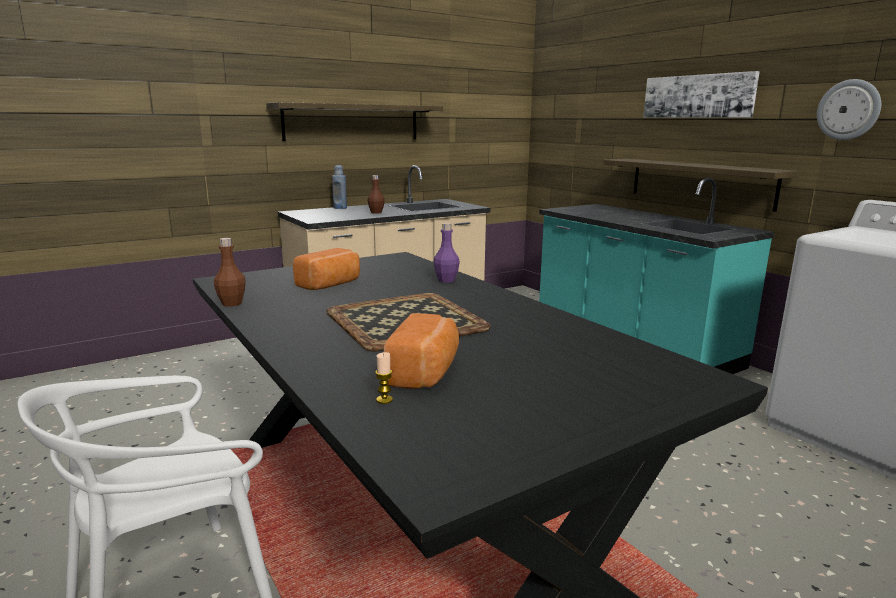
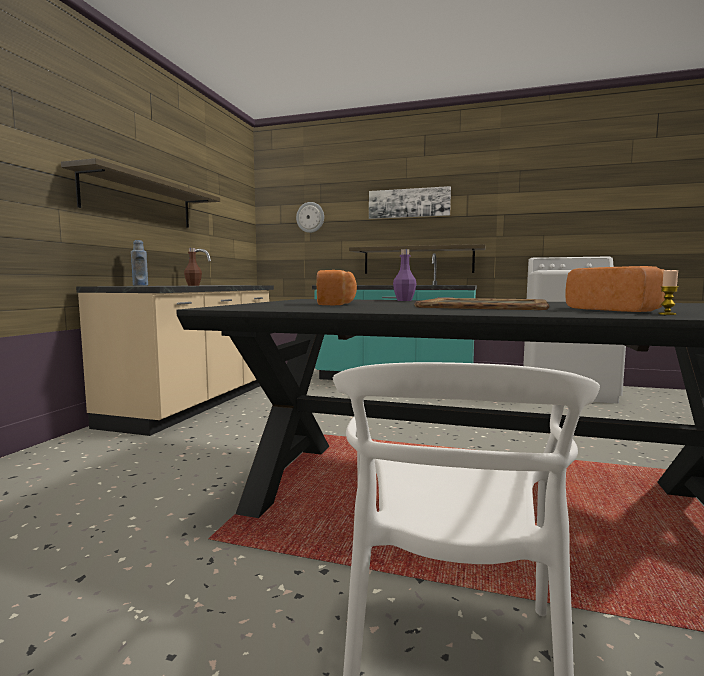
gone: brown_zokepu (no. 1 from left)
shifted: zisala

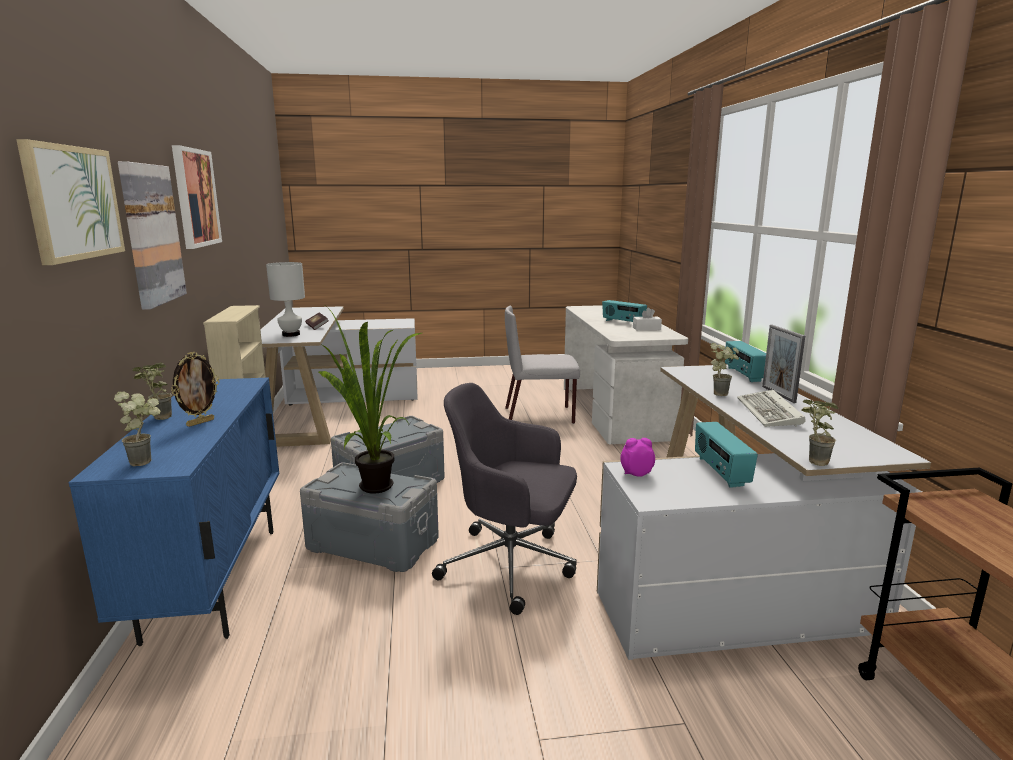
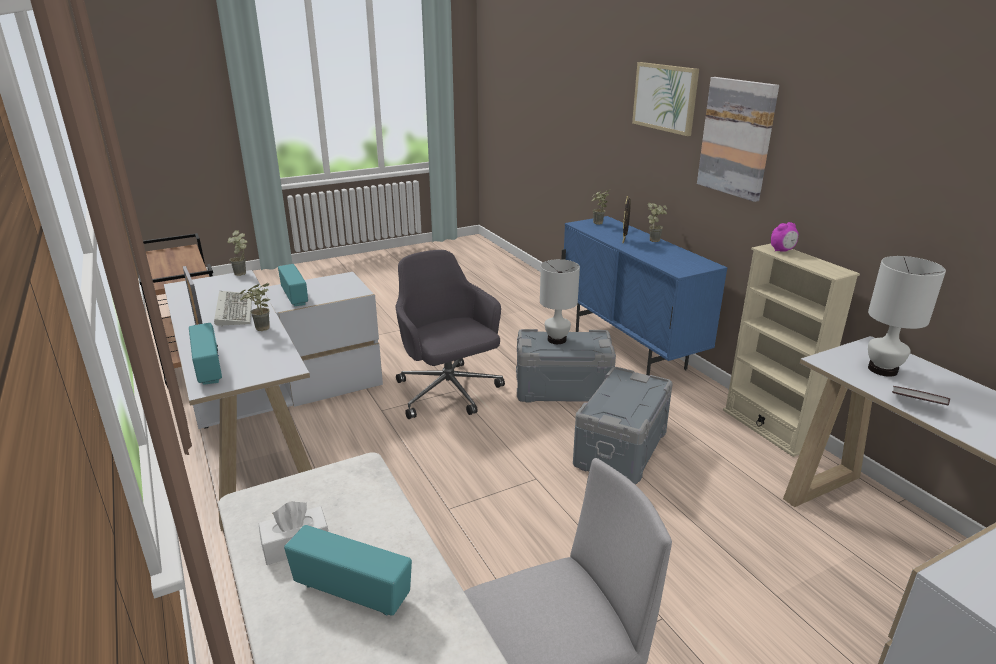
gone: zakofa (no. 3 from left)
shifted: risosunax
swapped: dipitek (no. 3 from left) to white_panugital (no. 1 from left)
rotated: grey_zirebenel 120 degrees counterclockwise

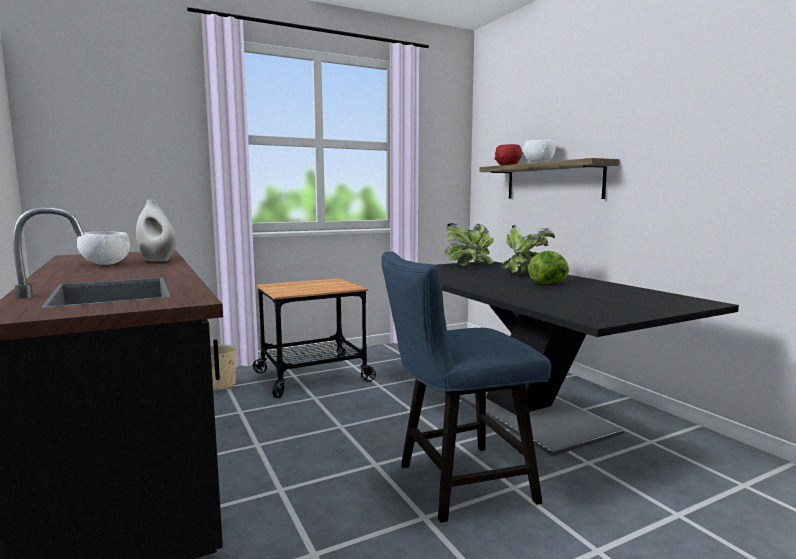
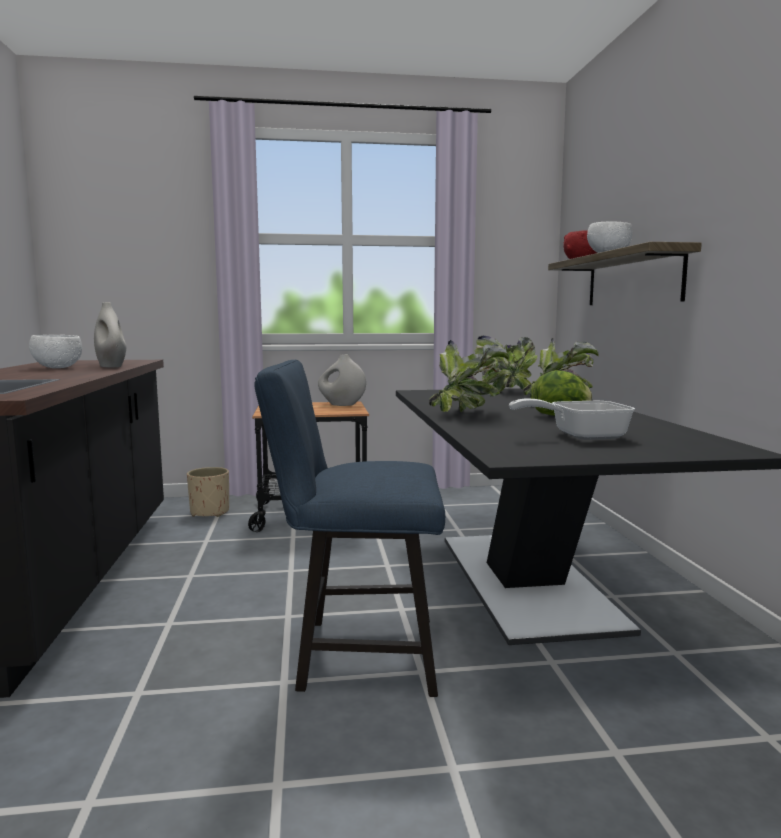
new: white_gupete (no. 2 from left); dipitek (no. 1 from left); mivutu

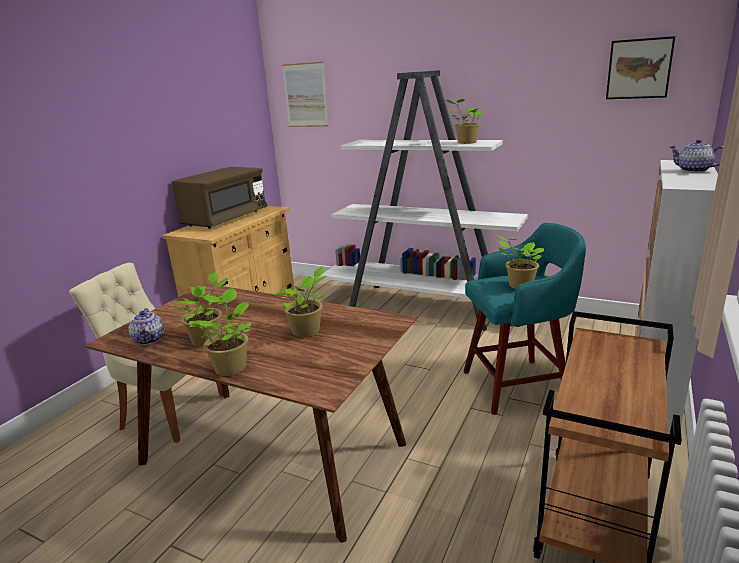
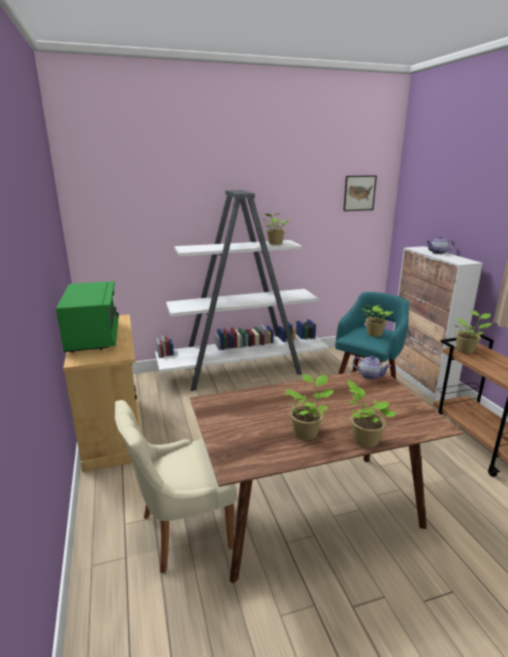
gone: zakofa (no. 1 from left)
shifted: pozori (no. 1 from left); dipitek (no. 3 from left in the first image) to dipitek (no. 5 from left)
repainted: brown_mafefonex to green_mafefonex

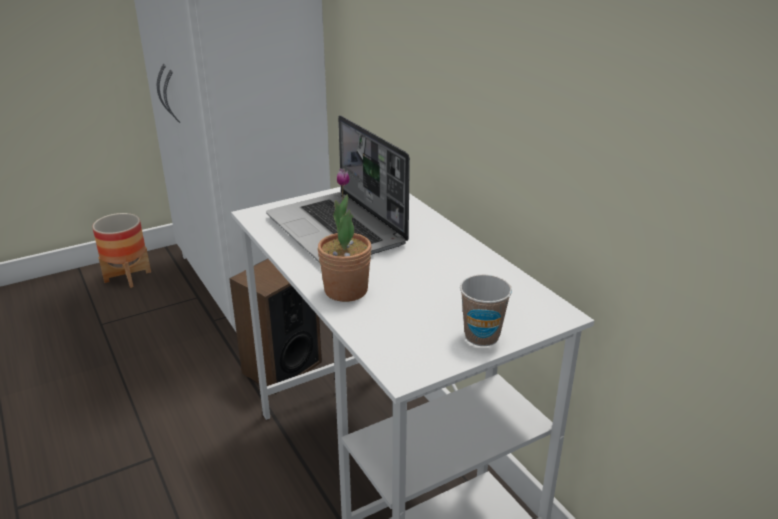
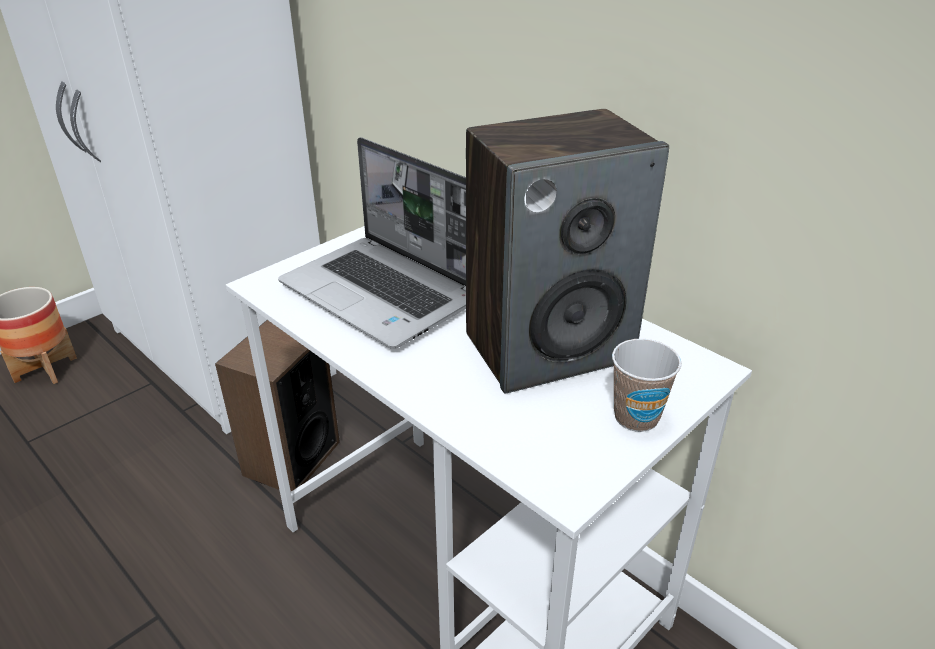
gone: dipitek
new: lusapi (no. 2 from left)

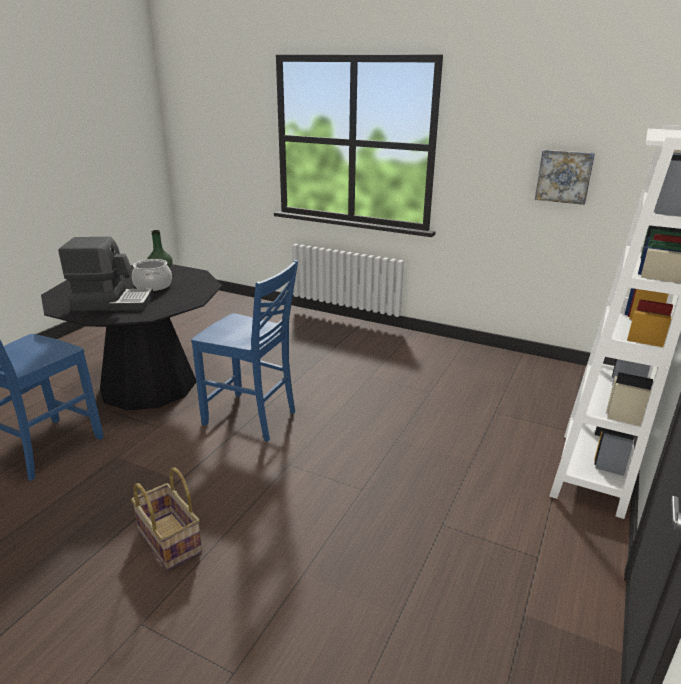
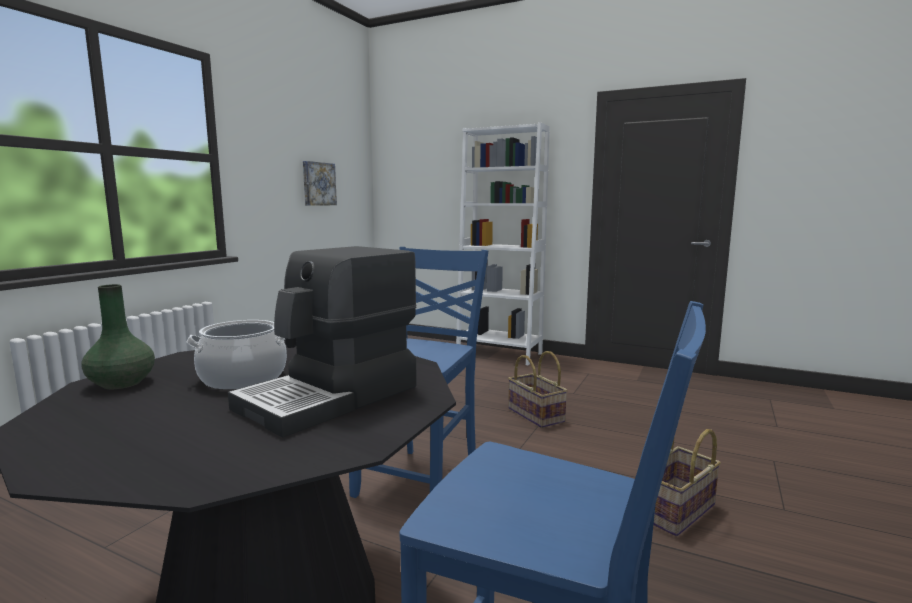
new: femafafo (no. 1 from left)
rotated: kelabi 135 degrees counterclockwise

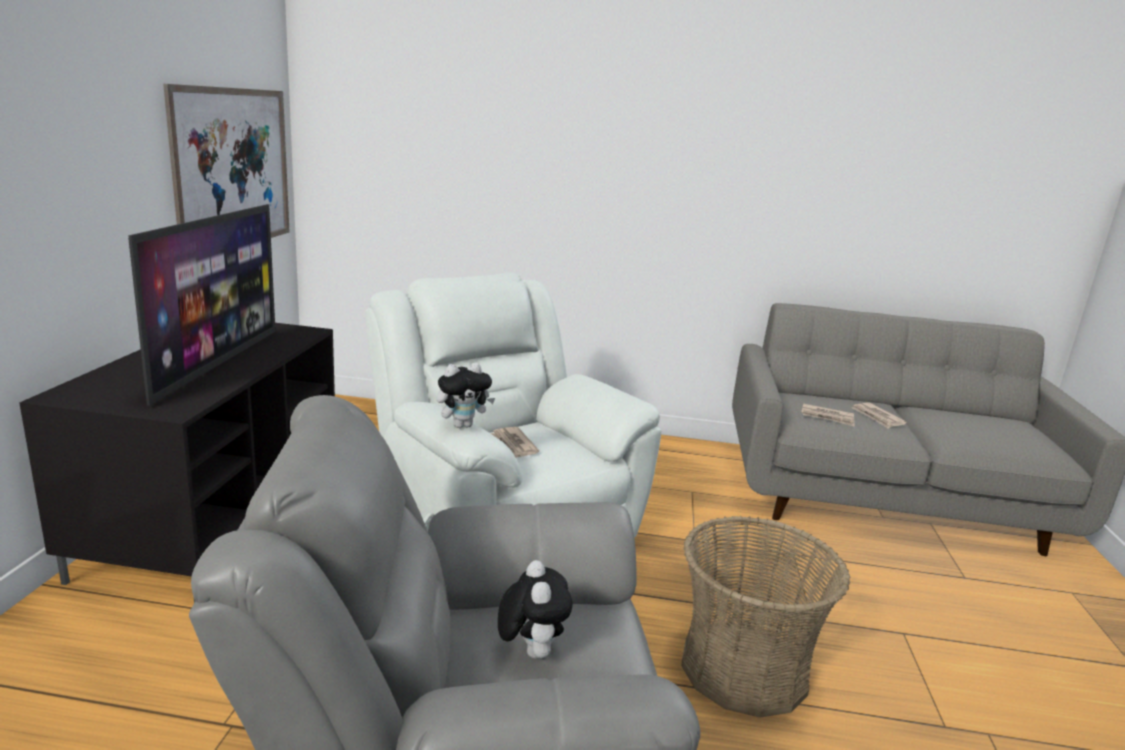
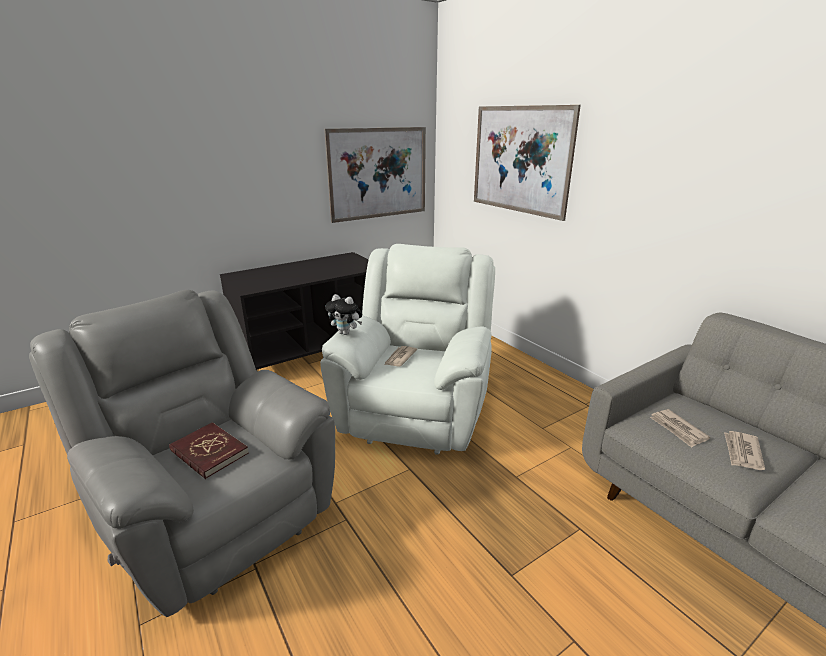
gone: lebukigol; femafafo
new: zakofa (no. 2 from left)
swapped: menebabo (no. 2 from left) to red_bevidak

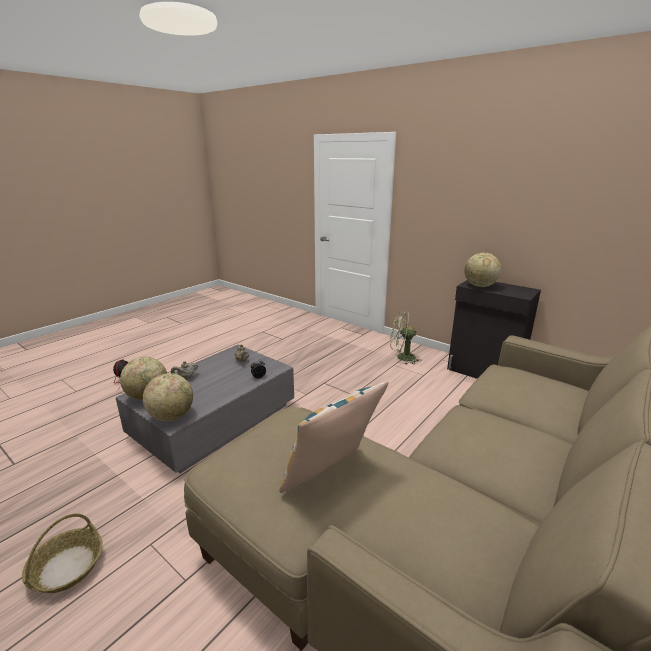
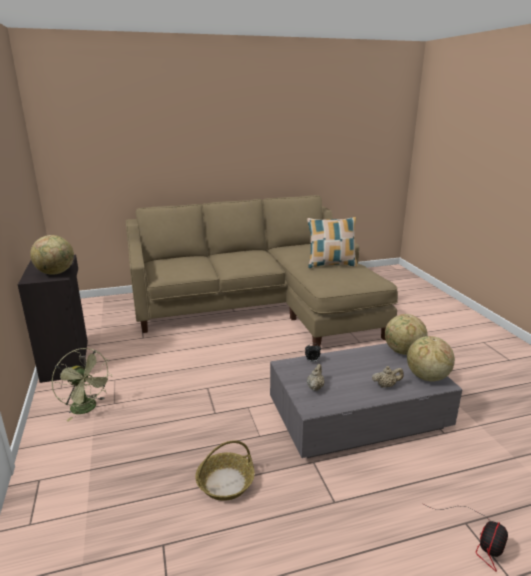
shifted: femafafo

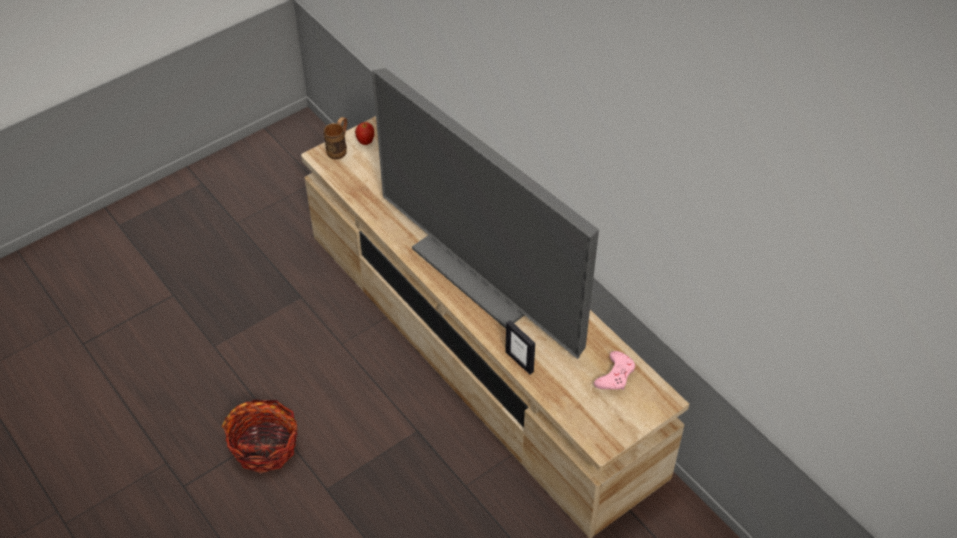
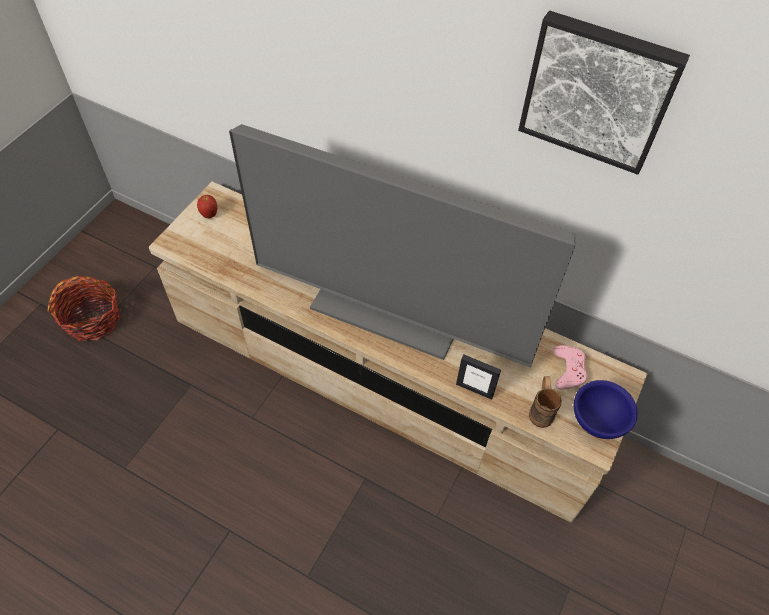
new: zakofa; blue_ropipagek
shifted: femafafo; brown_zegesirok

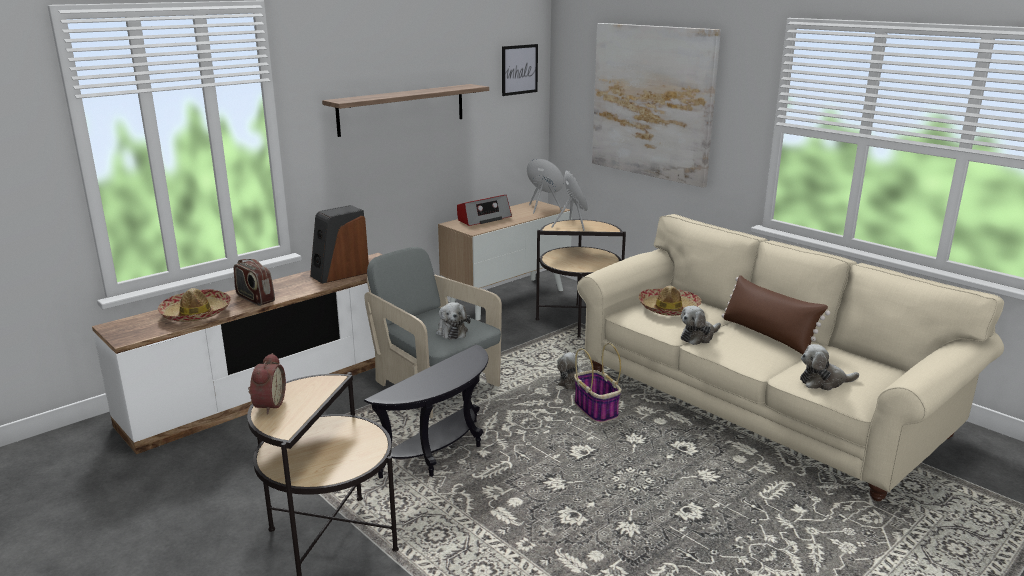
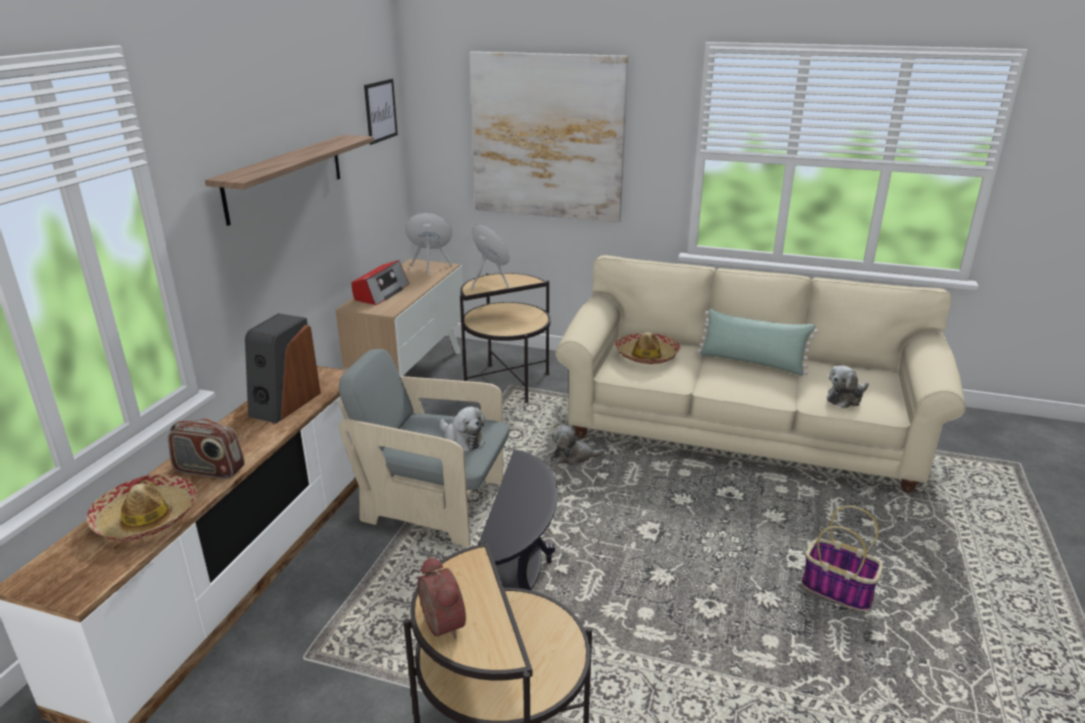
gone: menebabo (no. 3 from left)
shifted: femafafo
repainted: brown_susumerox to green_susumerox

